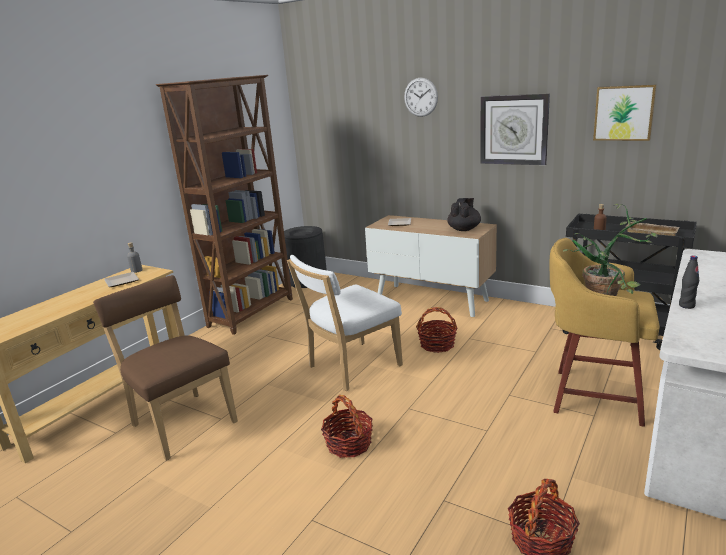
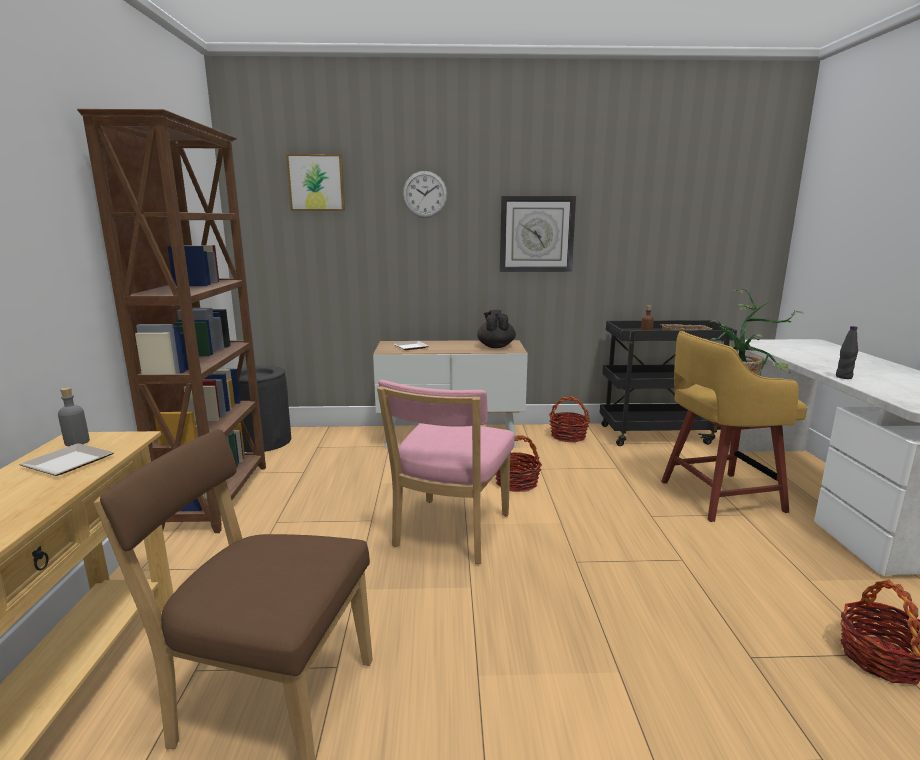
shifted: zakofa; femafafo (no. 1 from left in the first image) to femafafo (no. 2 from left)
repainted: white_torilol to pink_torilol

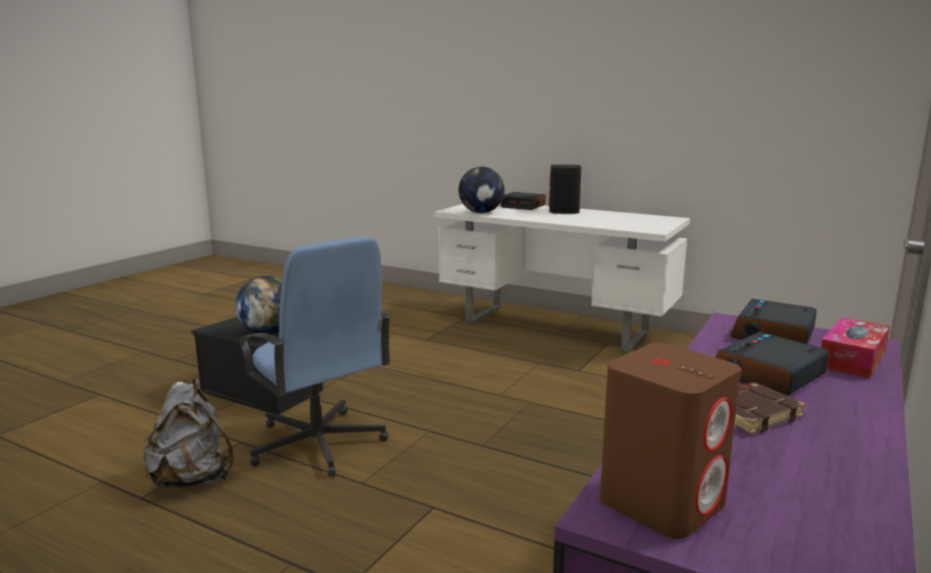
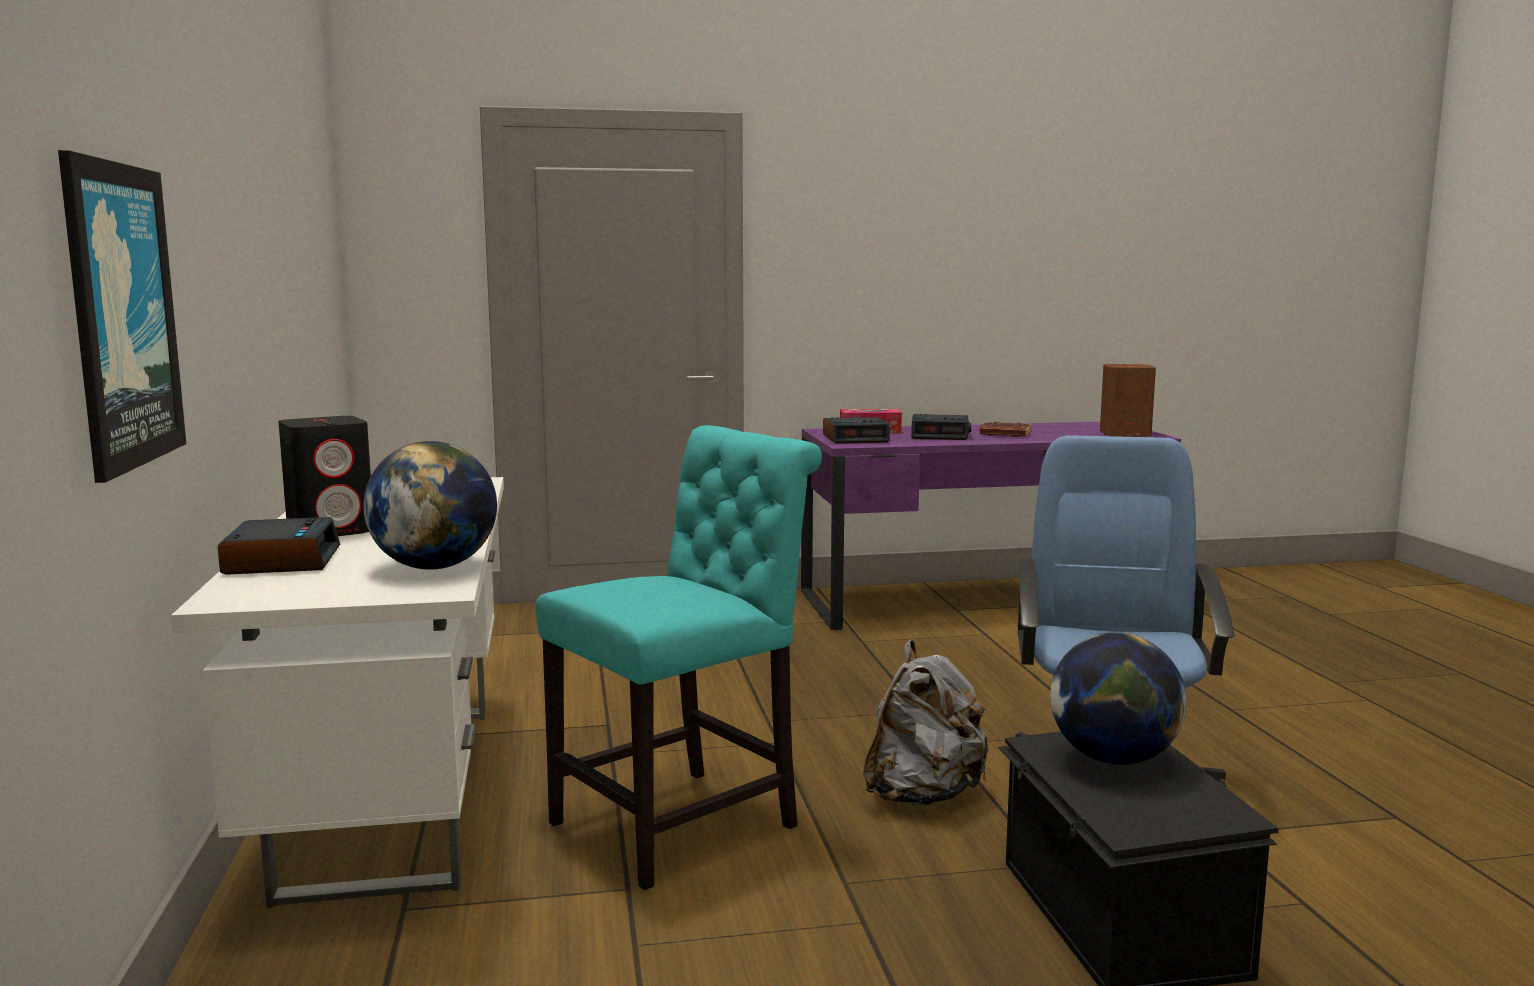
new: zakofa; turquoise_torilol
shifted: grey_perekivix

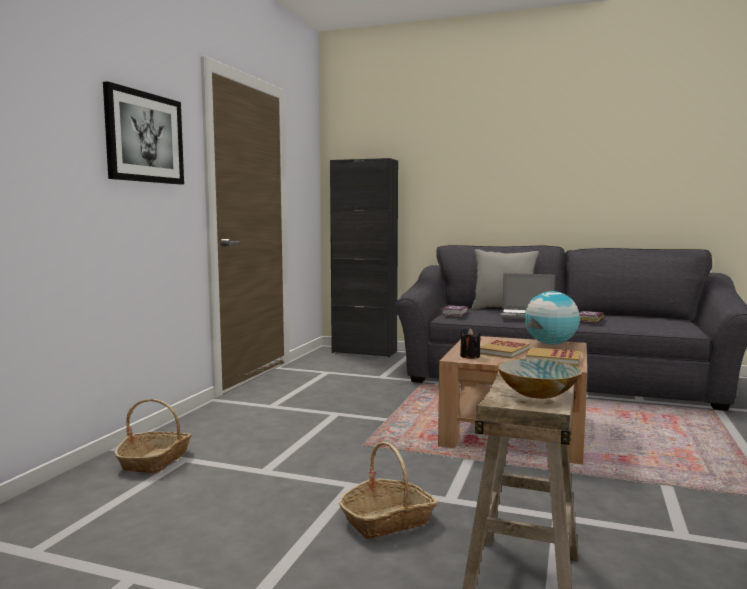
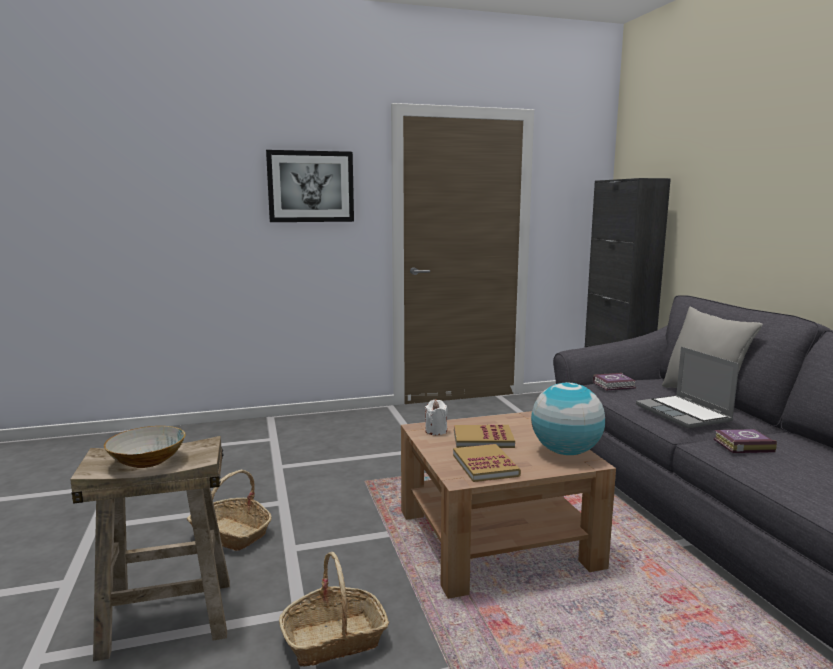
shifted: femafafo (no. 1 from left in the first image) to femafafo (no. 2 from left)
repainted: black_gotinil to white_gotinil

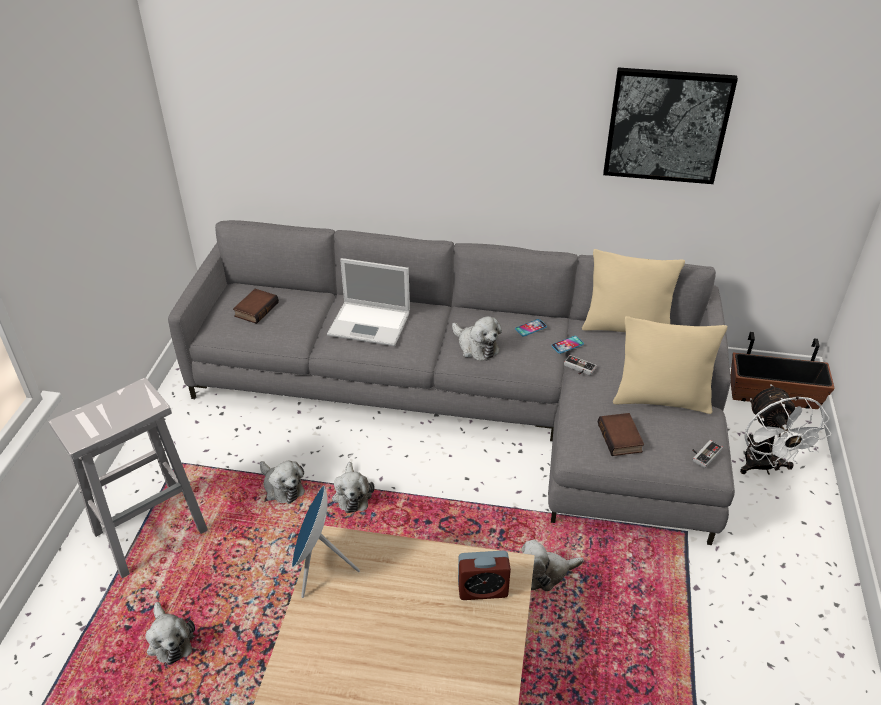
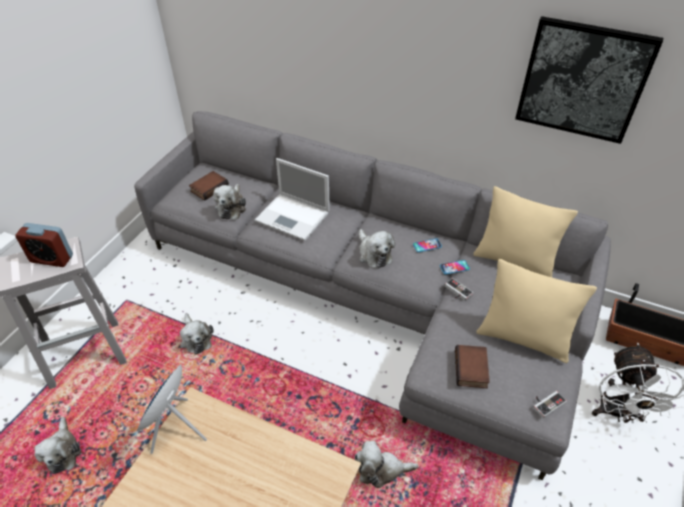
shifted: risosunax; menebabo (no. 3 from left)

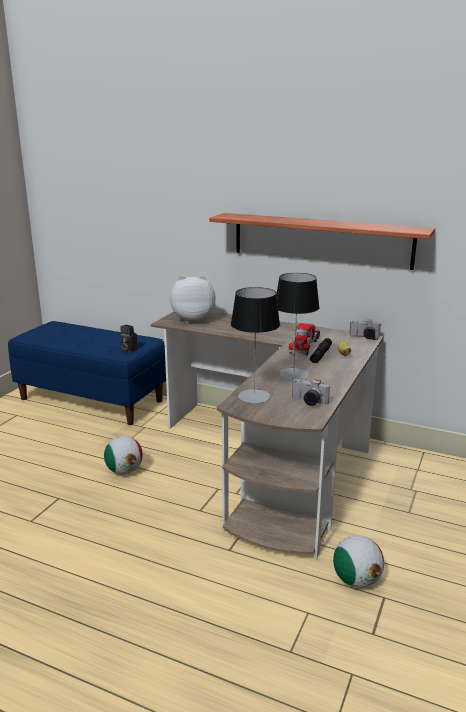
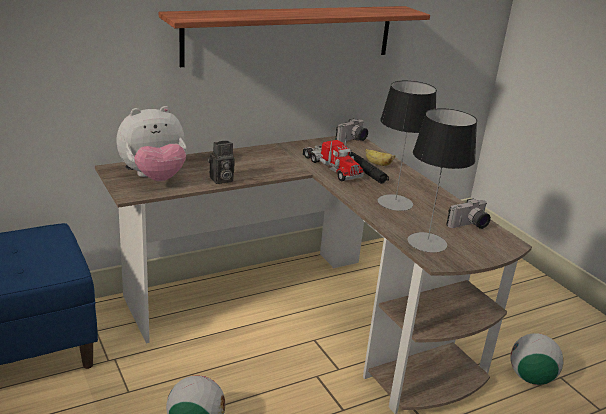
shifted: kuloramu (no. 1 from left)
rotated: menebabo 150 degrees counterclockwise

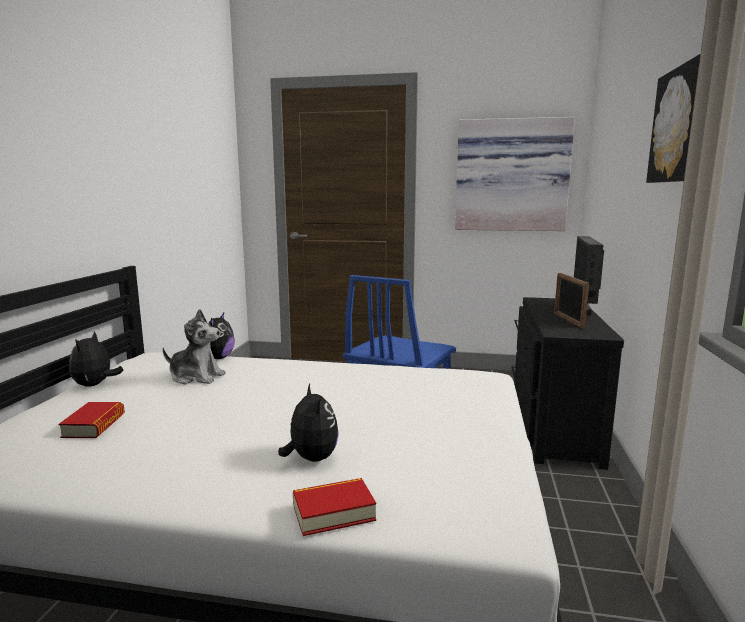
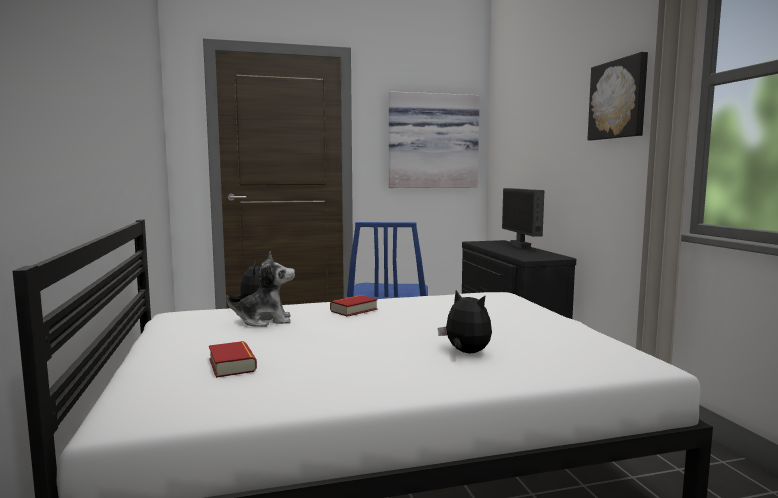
gone: menebabo (no. 1 from left); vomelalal
shifted: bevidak (no. 2 from left)

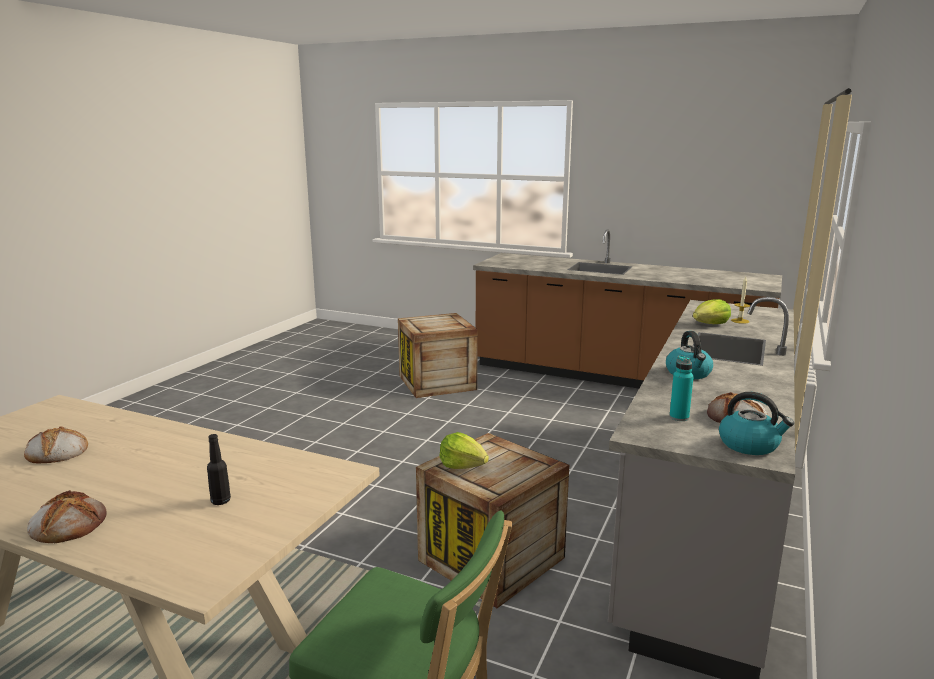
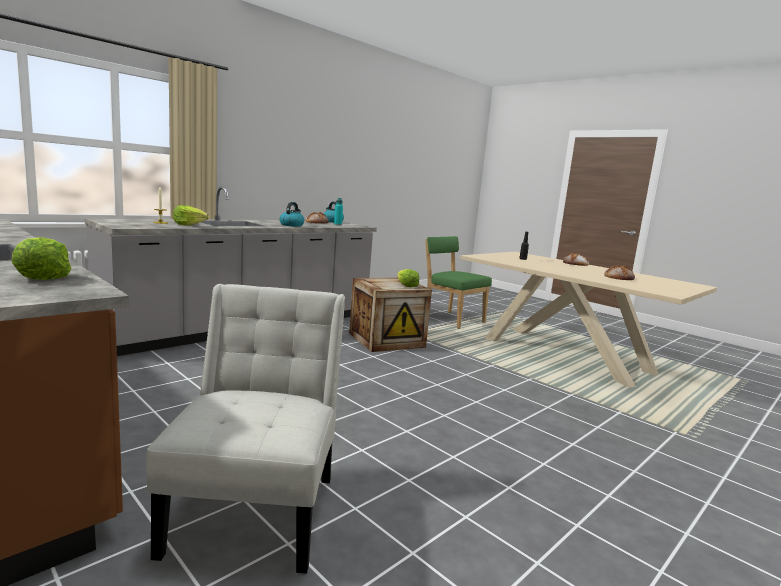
new: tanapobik (no. 1 from left)
swapped: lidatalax (no. 1 from left) to white_torilol

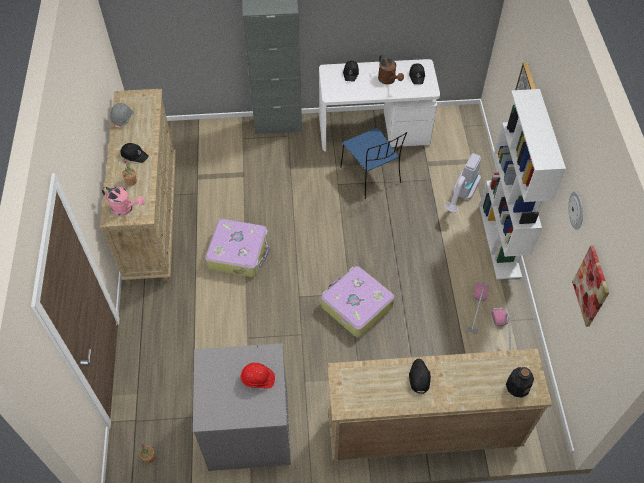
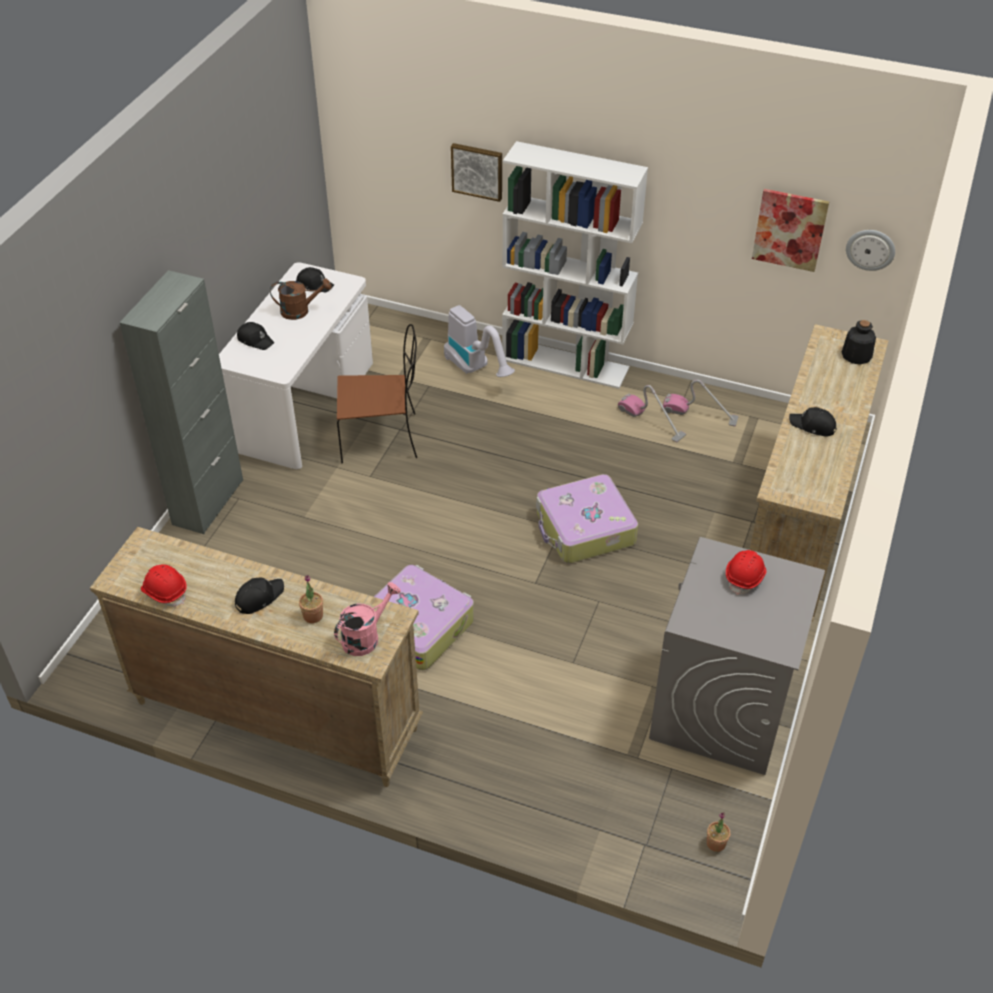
shifted: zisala
repainted: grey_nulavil to red_nulavil (no. 1 from left); blue_torilol to brown_torilol

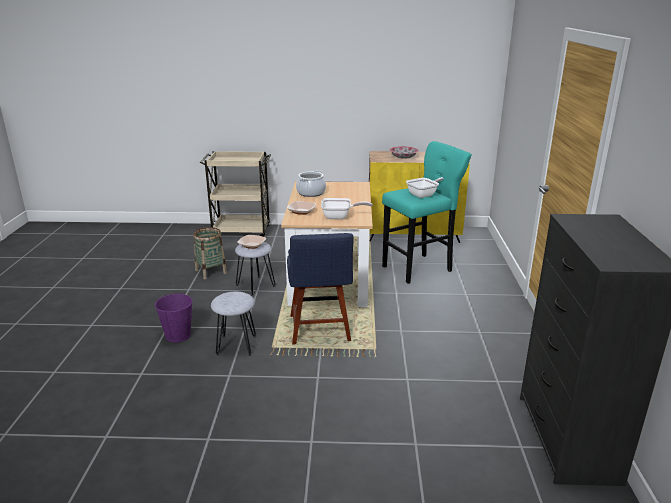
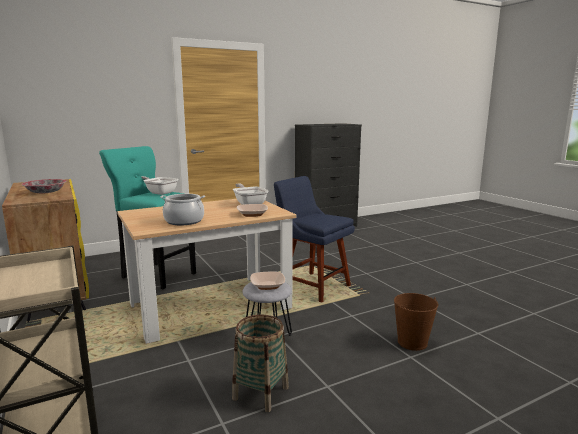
gone: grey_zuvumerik (no. 1 from left)
repainted: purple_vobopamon to brown_vobopamon
rotated: blue_torilol 105 degrees counterclockwise

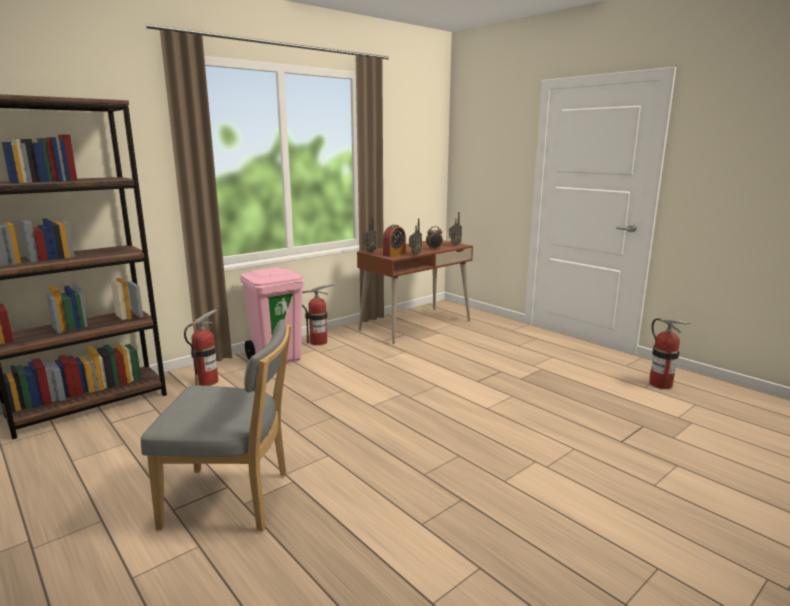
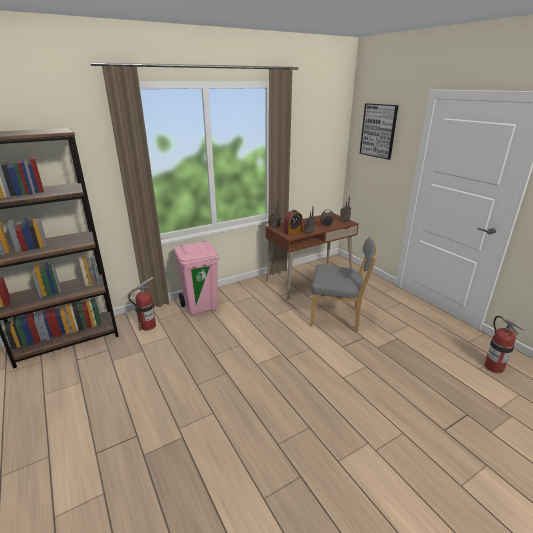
gone: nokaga (no. 2 from left)
new: zakofa
shifted: grey_torilol

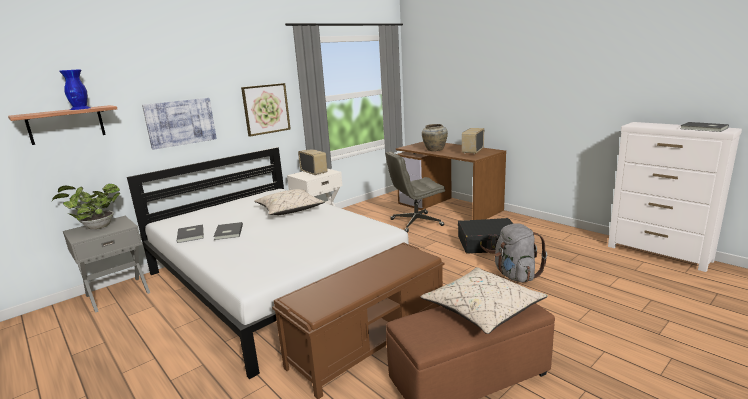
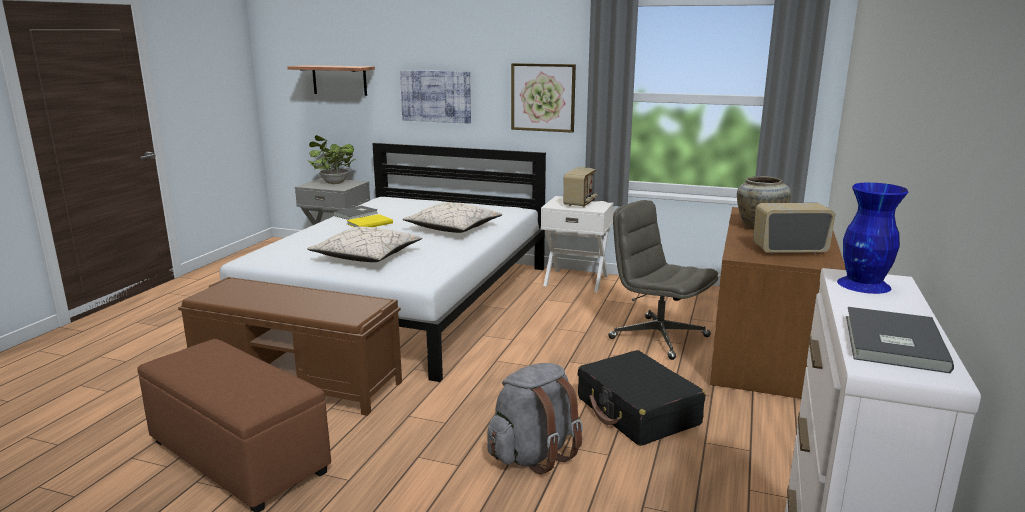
shifted: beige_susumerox (no. 2 from left in the first image) to beige_susumerox (no. 1 from left); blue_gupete
repainted: grey_bevidak (no. 2 from left) to yellow_bevidak

